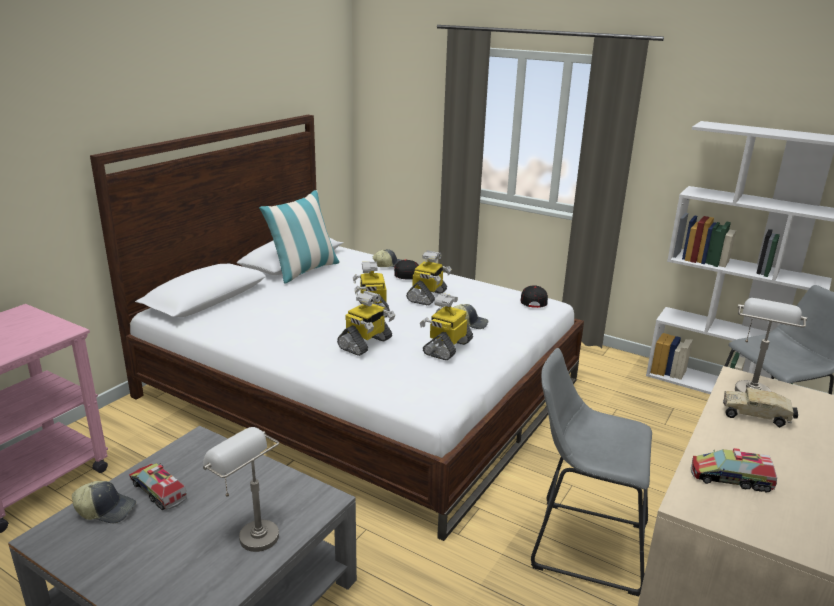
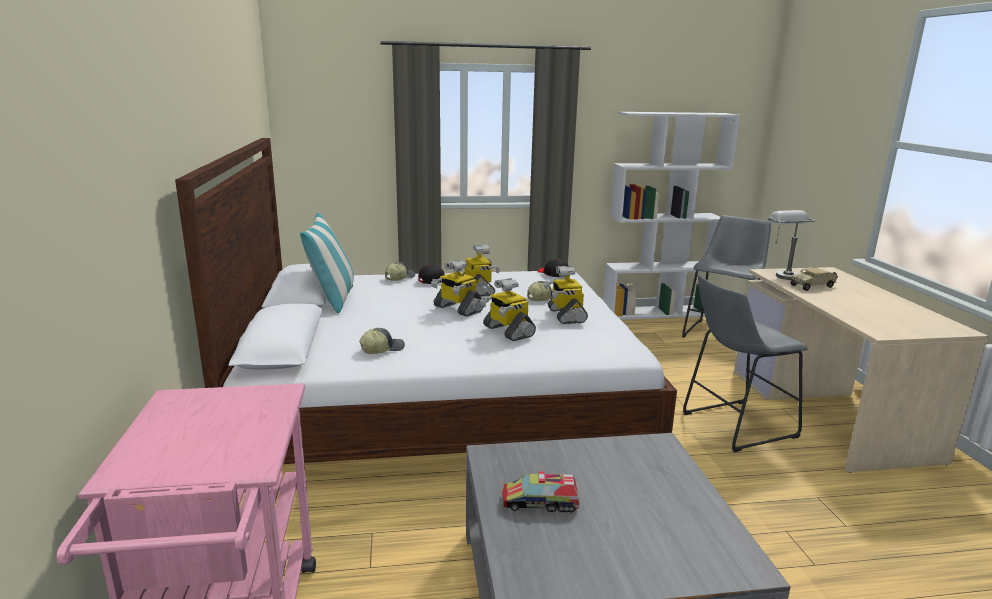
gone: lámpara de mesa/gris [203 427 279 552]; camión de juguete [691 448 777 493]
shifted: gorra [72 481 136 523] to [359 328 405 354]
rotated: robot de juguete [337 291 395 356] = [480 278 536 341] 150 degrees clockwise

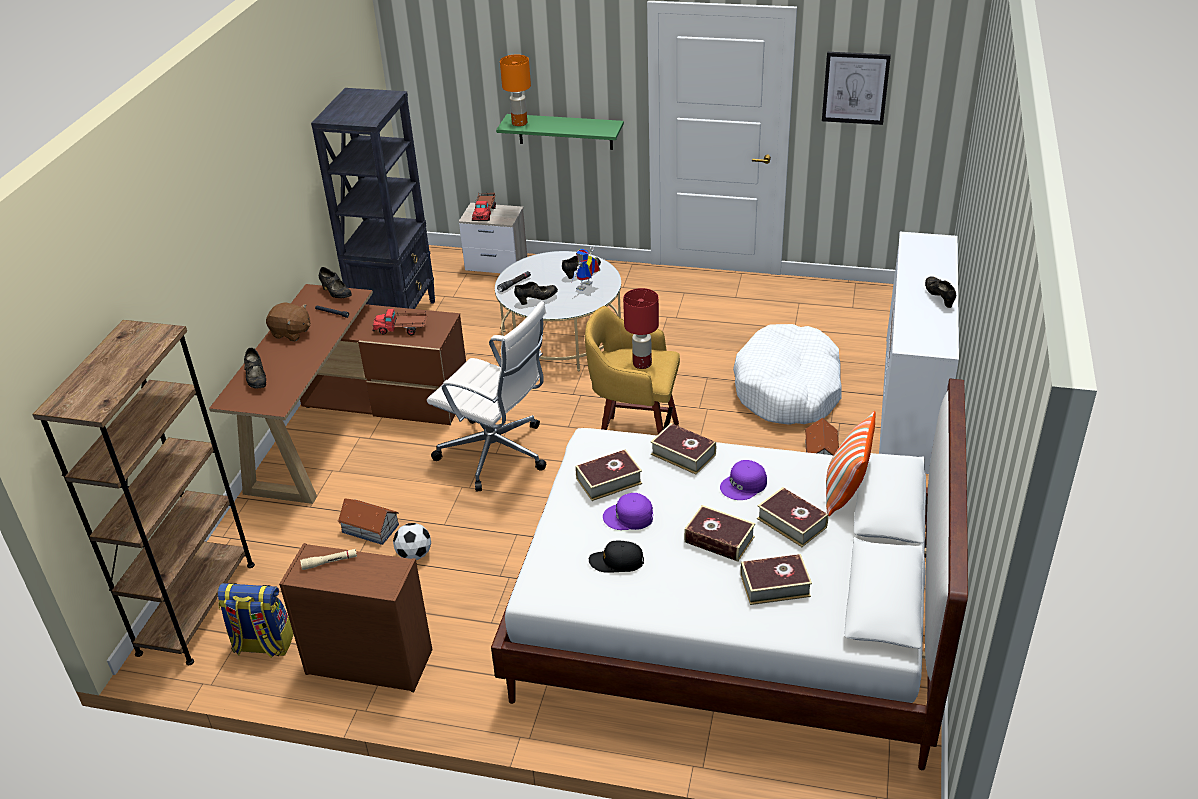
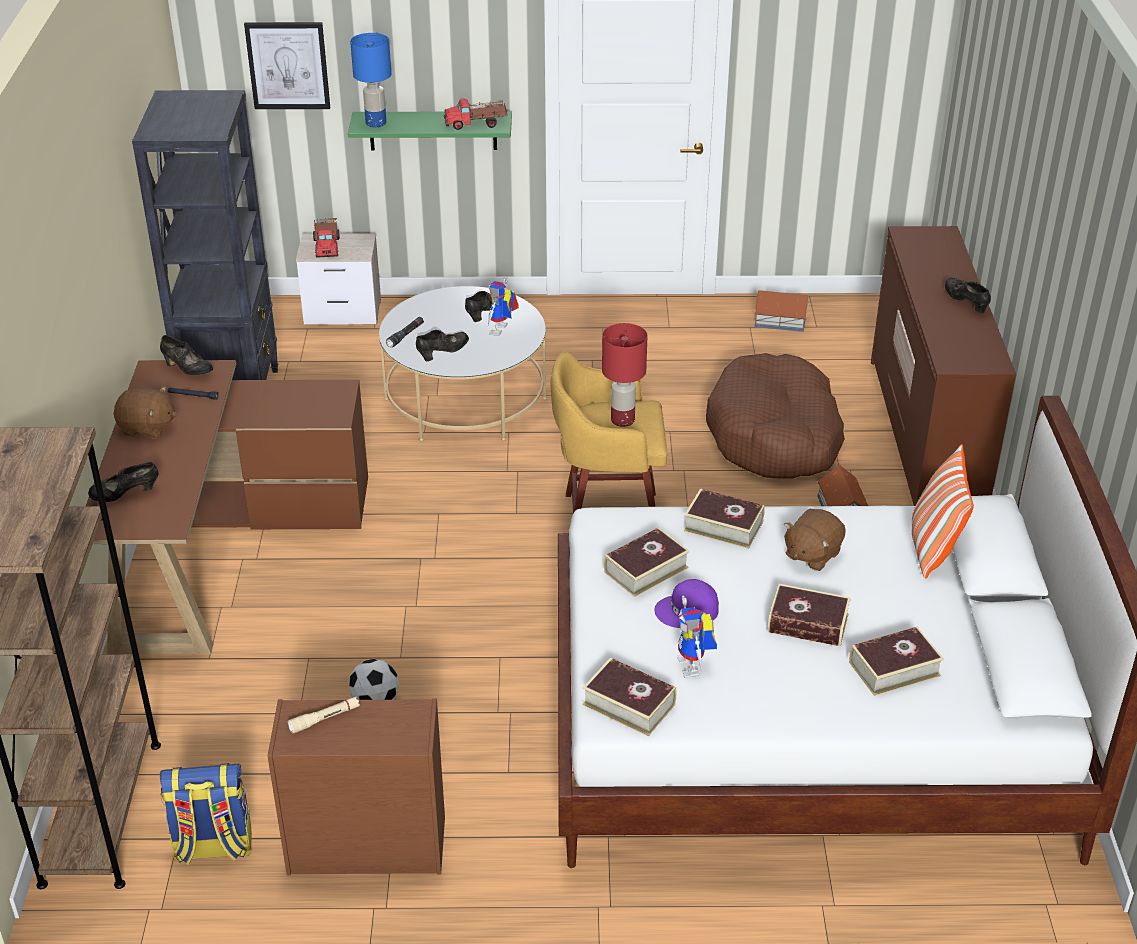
gone: silla de oficina/blanco [427 301 546 492]
shifted: casita [338 498 399 545] to [754 290 809 332]; camión de juguete [373 309 428 336] to [444 99 508 130]; libro [757 487 828 547] to [582 657 676 736]; cuadro [822 52 891 125] to [244 22 330 109]
swapped: gorra/negro [589 541 644 573] to robot de juguete [677 595 717 678]; gorra/morado [720 460 767 500] to peluche/marrón [784 509 846 571]
repainted: lámpara de mesa/naranja [500 55 531 126] to lámpara de mesa/azul [350 33 391 127]; cama para perro/blanco [733 324 842 425] to cama para perro/marrón [706 353 845 478]; cómoda/blanco [879 232 959 474] to cómoda/marrón [871 226 1016 506]
rotated: zapato/negro [244 348 266 388] = [88 462 159 502] 105 degrees clockwise

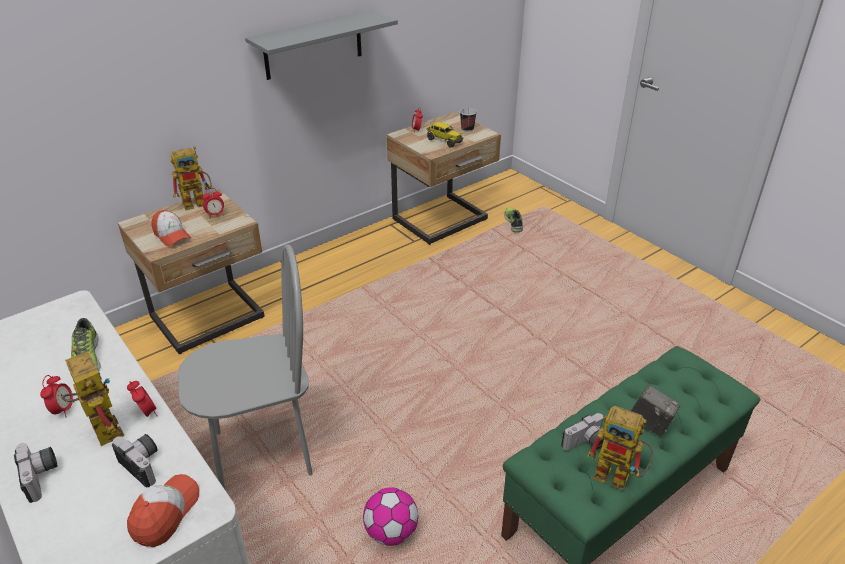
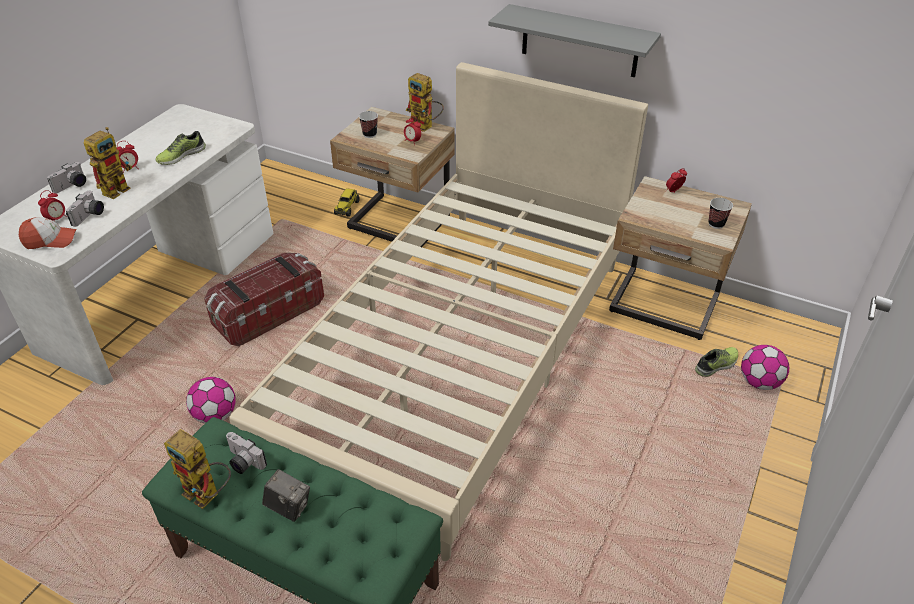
new: cama/beis [229 62 648 561]; balón de fútbol [741 345 789 390]
shifted: despertador [127 381 158 417] to [38 190 67 220]; camión de juguete [427 122 463 148] to [334 188 360 217]
swapped: gorra [151 210 191 246] to taza [359 111 378 138]; silla/gris [178 245 313 491] to caja de almacenaje [204 253 324 347]
rotated: robot de juguete [587 406 654 490] = [164 429 231 509] 60 degrees counterclockwise; cámara [631 385 680 436] = [262 469 310 522] 75 degrees counterclockwise

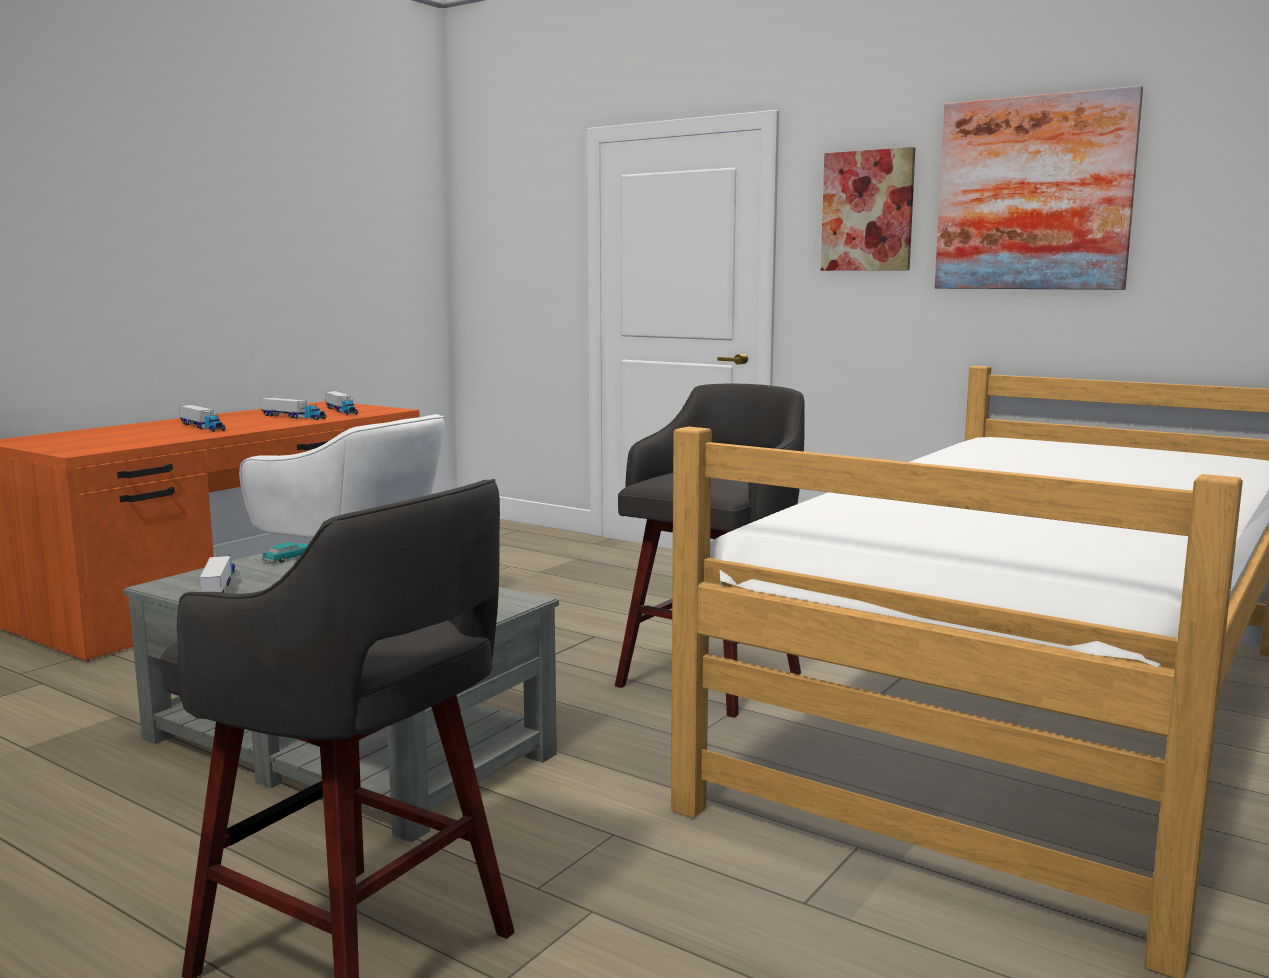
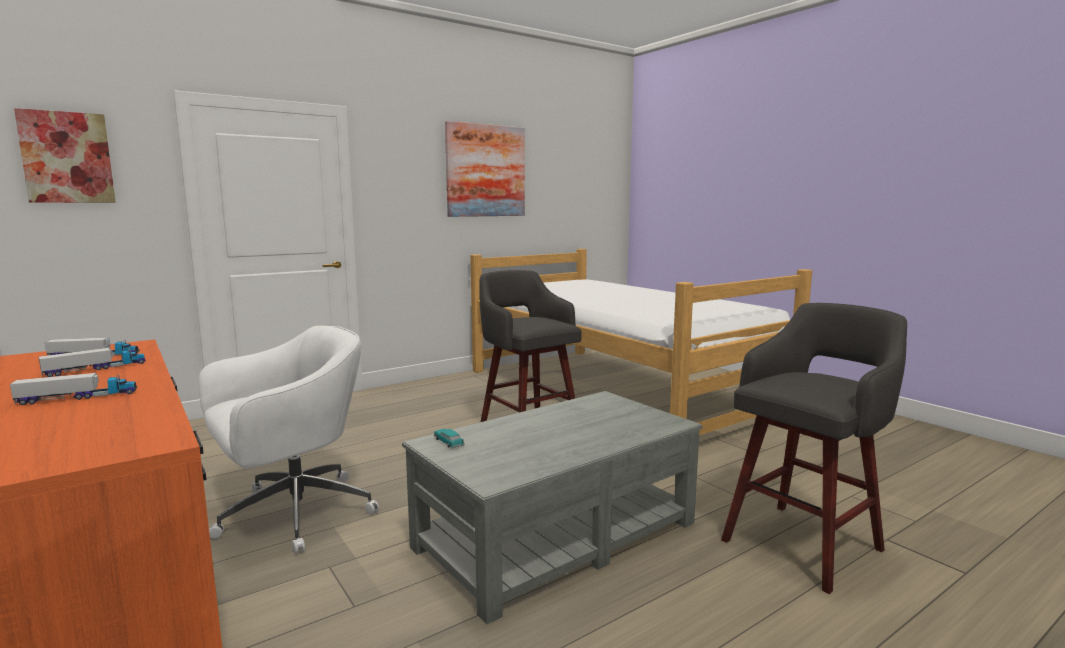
gone: camión de juguete [200 554 235 593]
shifted: cuadro [821 147 915 271] to [14 108 116 203]

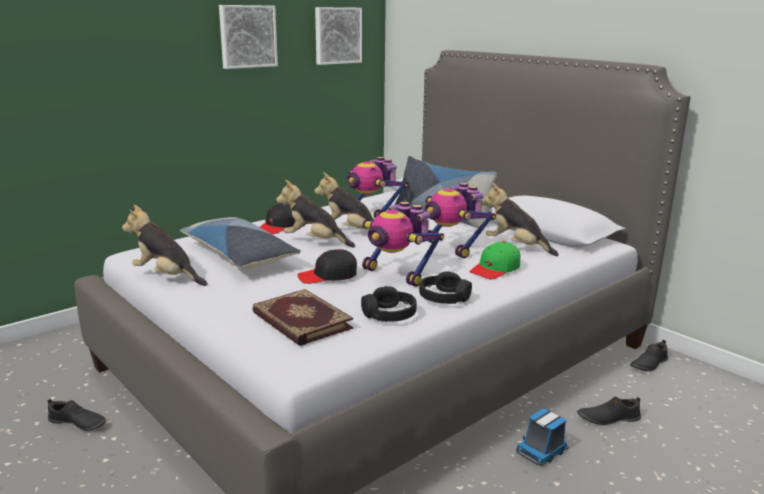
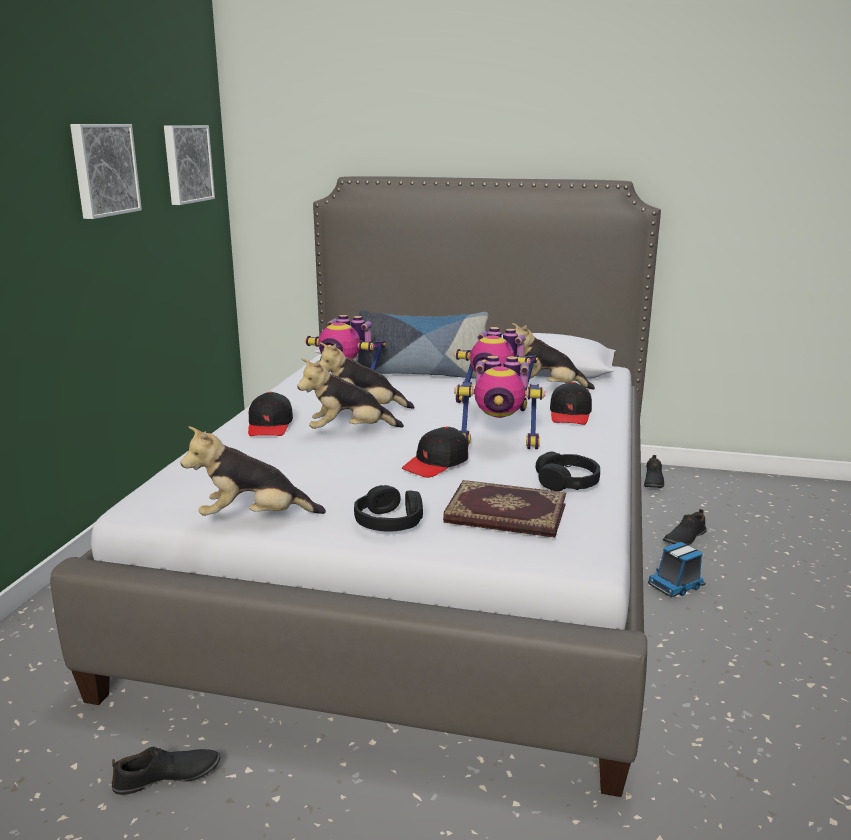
gone: cojín [180 217 301 269]
shifted: auriculares/negro [419 272 472 304] to [354 485 423 532]
repainted: gorra/verde [469 241 520 280] to gorra/negro [550 382 592 425]
rotated: camión de juguete [516 408 569 466] = [648 542 705 597] 45 degrees clockwise

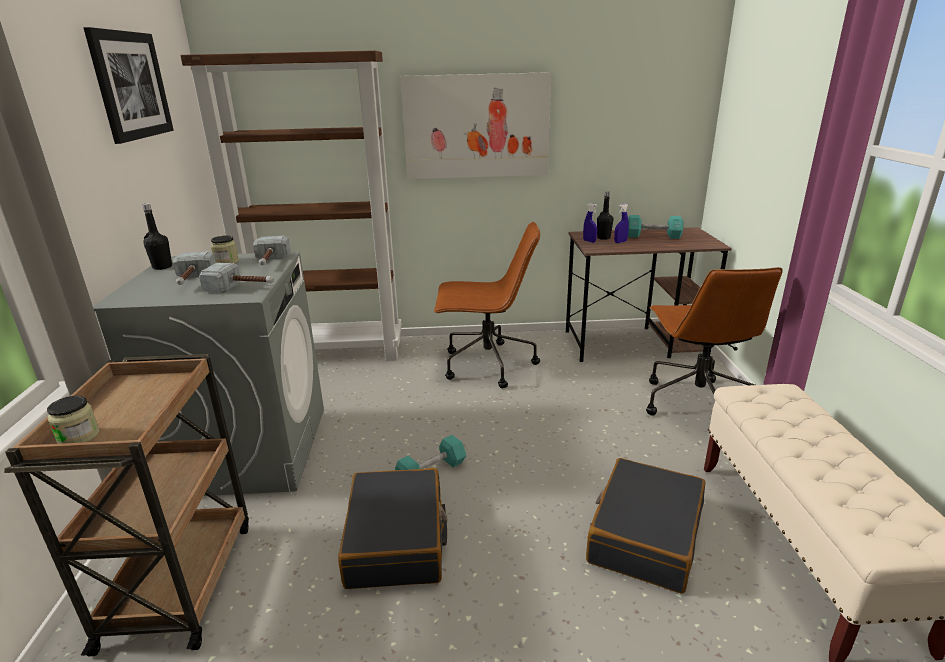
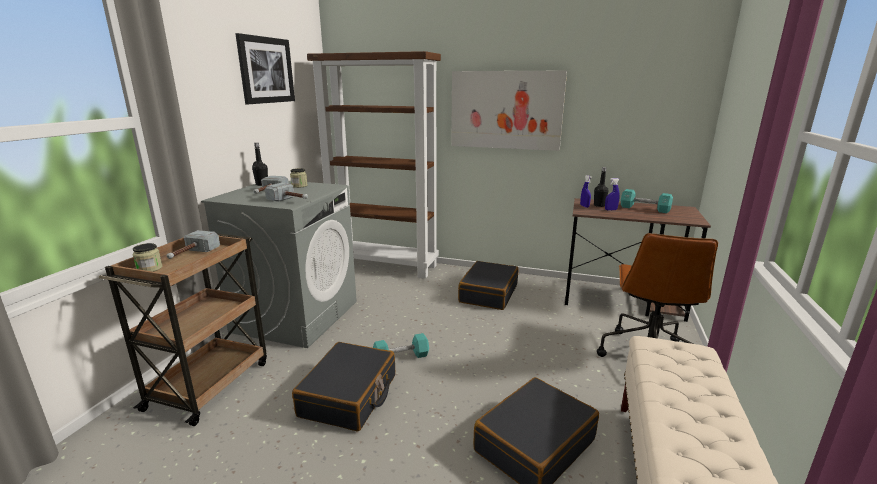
shifted: martillo [253 236 291 265] to [167 230 220 259]
swapped: silla de oficina/marrón [434 222 540 388] to maleta/negro [458 261 518 310]

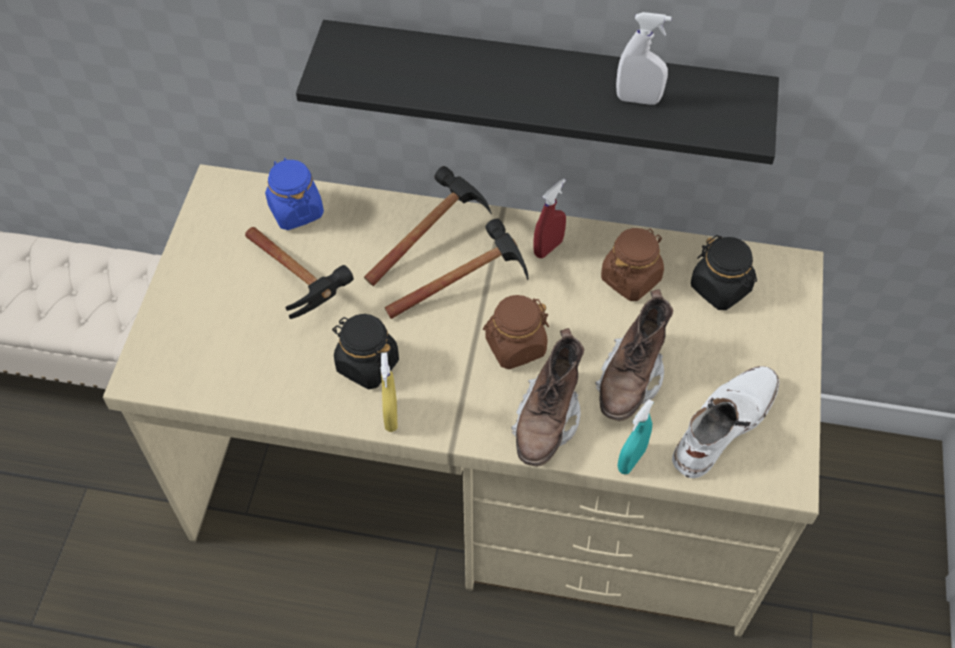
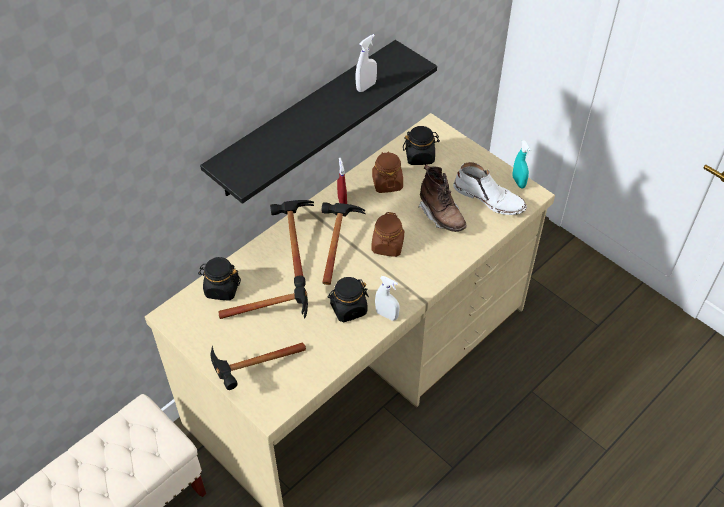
gone: bota/marrón [511 328 584 467]
new: martillo [211 343 306 390]
shifted: pulverizador/turquesa [617 399 654 474] to [512 140 531 188]
repainted: tarro/azul [265 158 324 230] to tarro/negro [198 257 241 301]; pulverizador/amarillo [381 353 397 432] to pulverizador/blanco [375 276 400 321]
rotated: bota/blanco [672 366 779 478] = [453 162 527 215] 135 degrees clockwise

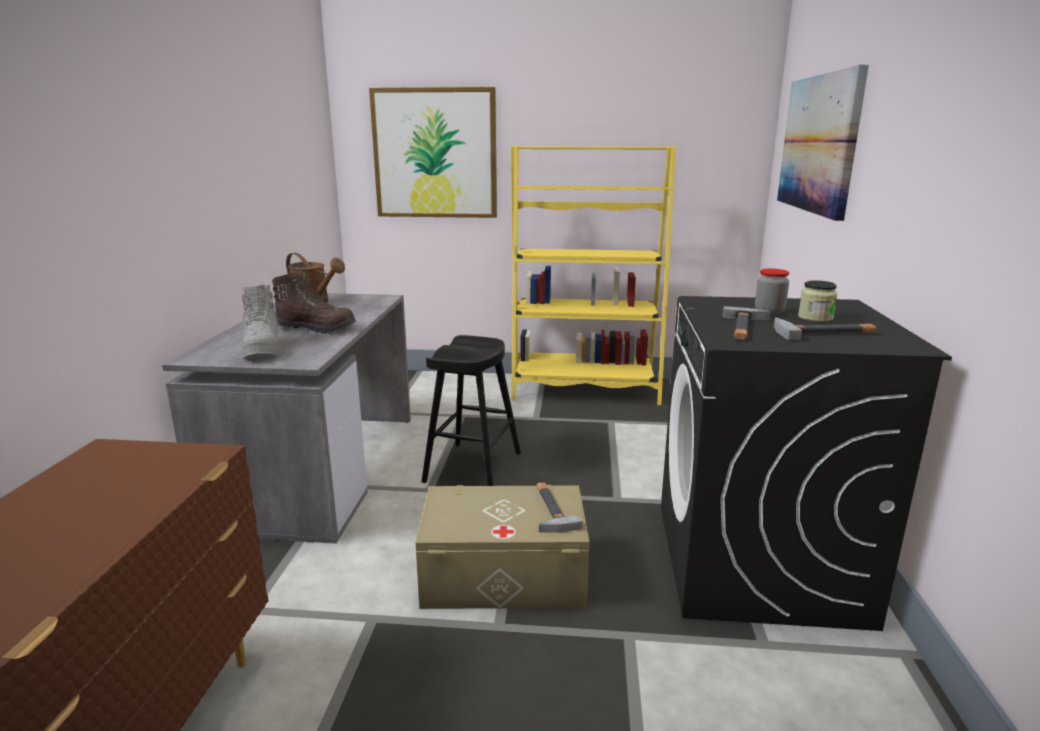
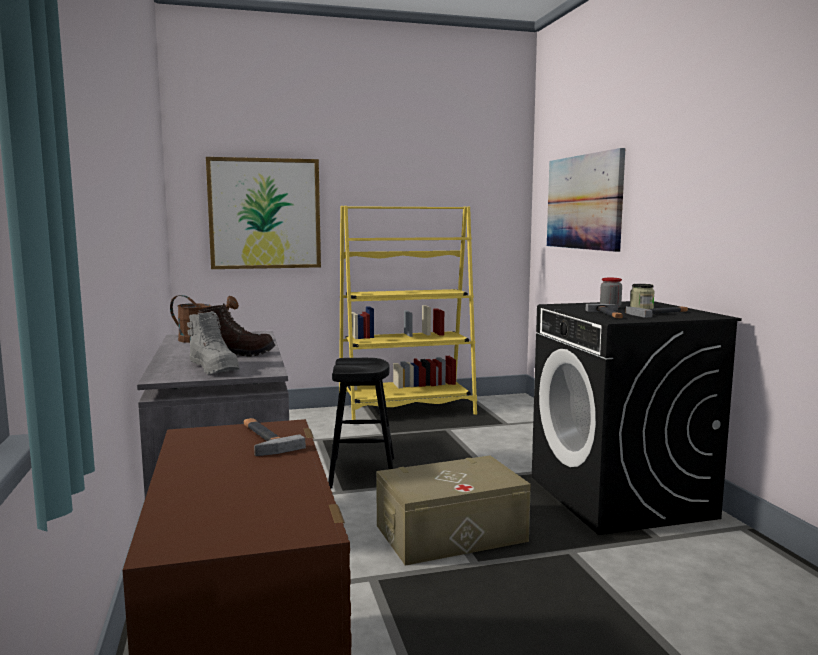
shifted: martillo [537 482 583 533] to [244 418 306 456]

